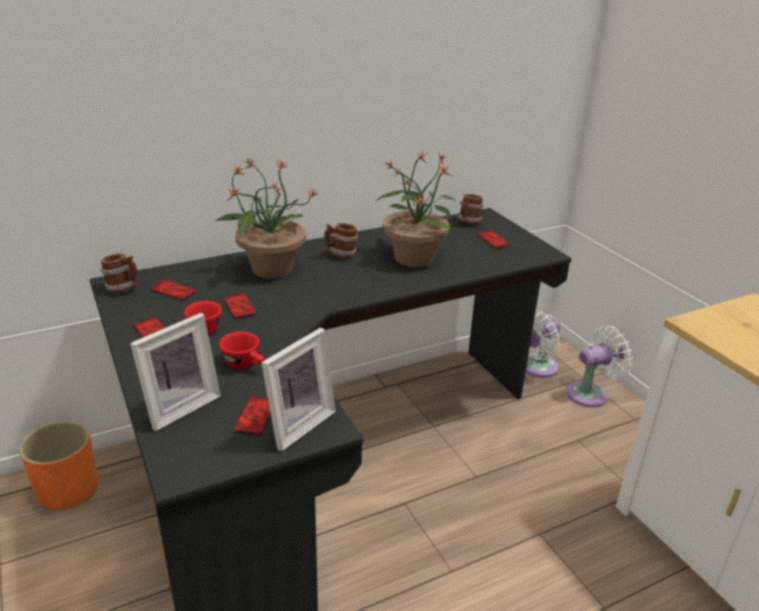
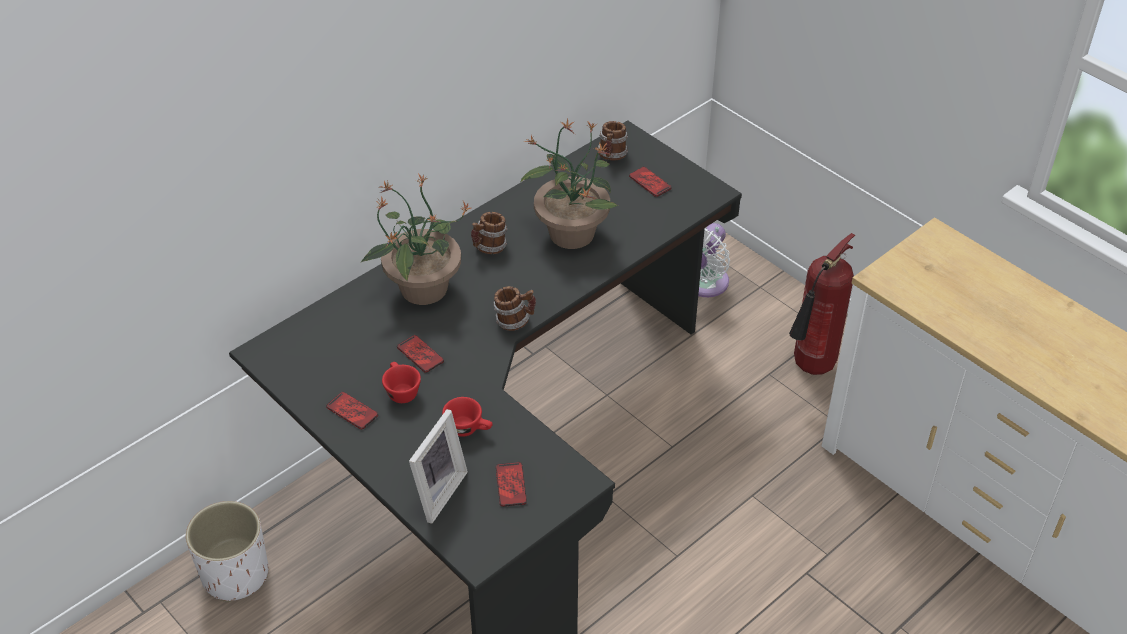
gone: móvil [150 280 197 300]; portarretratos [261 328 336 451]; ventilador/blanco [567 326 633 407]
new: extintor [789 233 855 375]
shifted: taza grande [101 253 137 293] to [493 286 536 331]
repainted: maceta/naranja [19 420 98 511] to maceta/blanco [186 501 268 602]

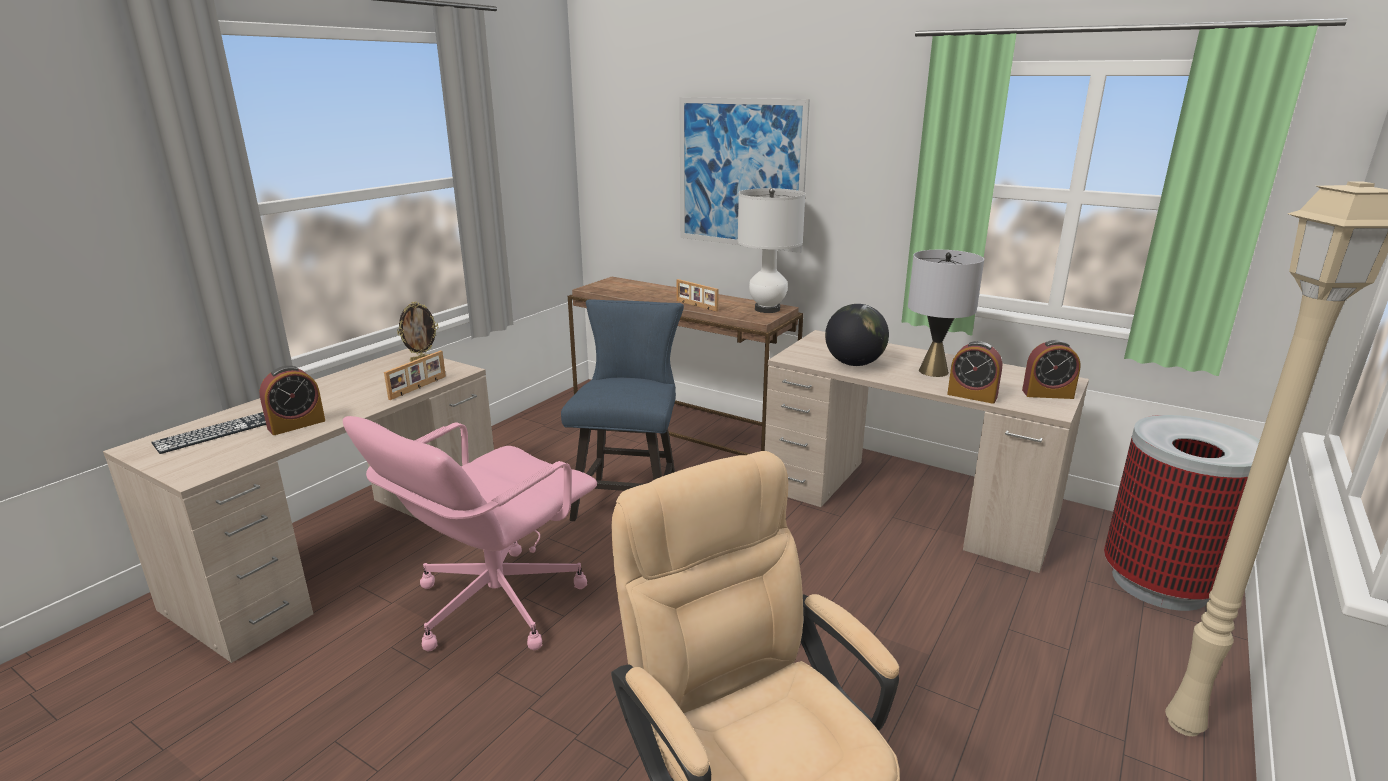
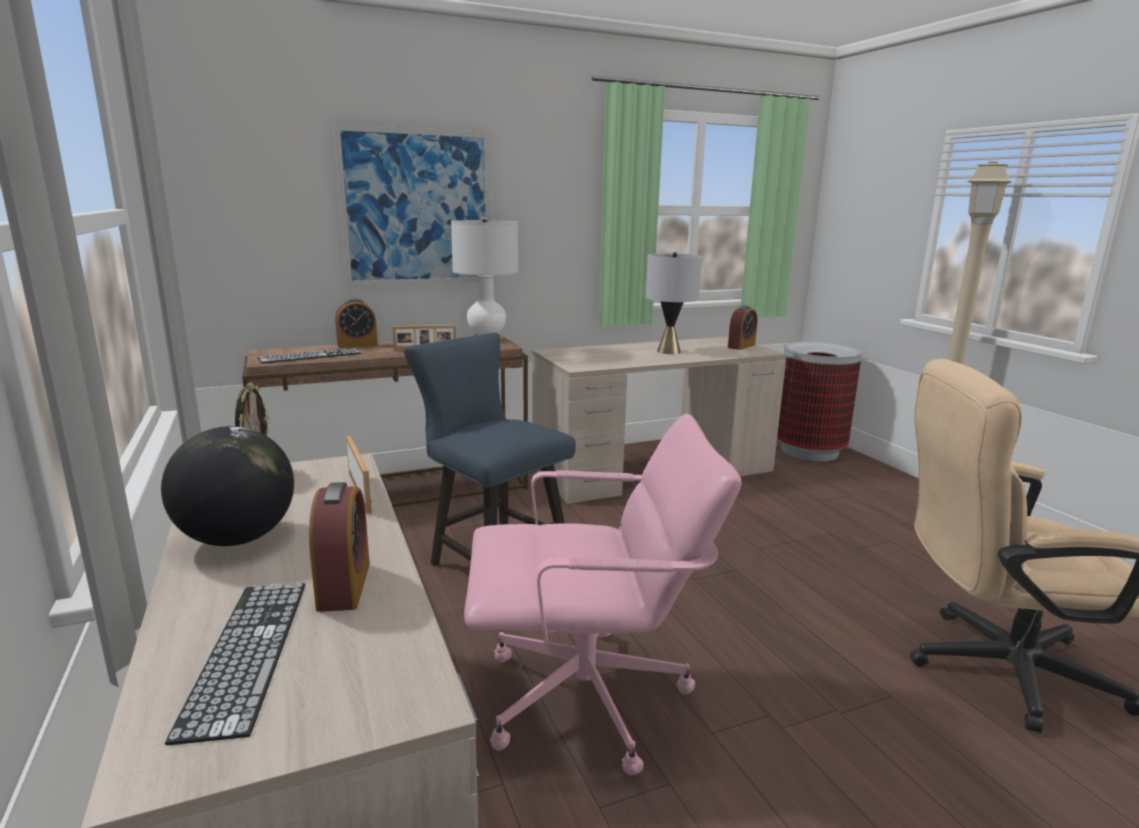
new: teclado [257 348 361 364]
shifted: globo terráqueo [825 304 889 366] to [161 426 294 546]; despertador [947 341 1002 404] to [335 298 378 348]
rotated: silla de oficina/rosa [343 416 597 651] = [464 414 741 775] 75 degrees counterclockwise

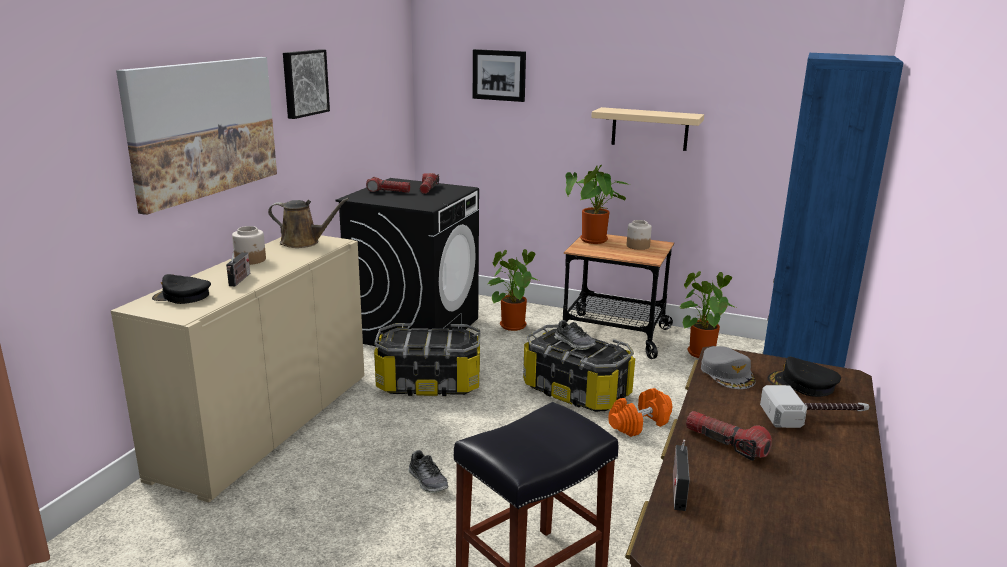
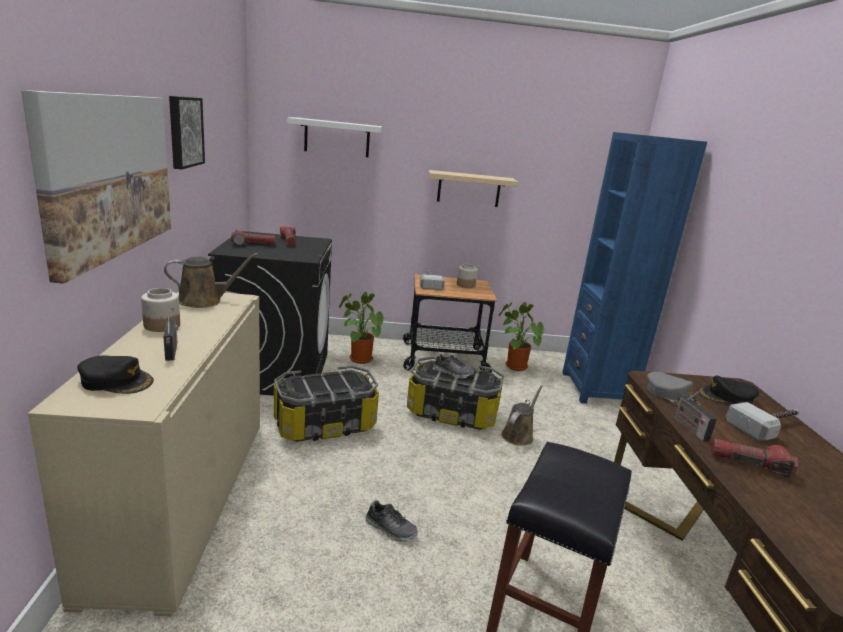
shifted: radio [673 440 690 511] to [675 392 717 442]
swapped: cuadro [473 49 526 102] to estante/blanco [287 117 382 157]; planta en maceta [565 165 630 244] to martillo [420 270 445 290]; mancuerna/naranja [608 388 672 437] to regadera/marrón [501 385 543 446]
rotated: gorra/negro [152 274 211 304] = [77 355 154 394] 150 degrees counterclockwise

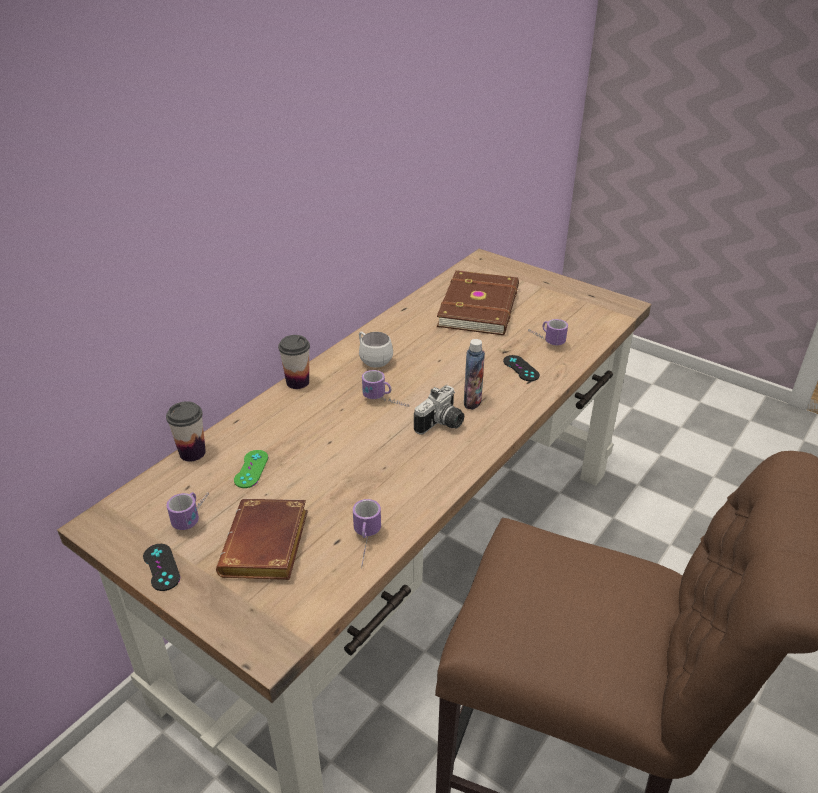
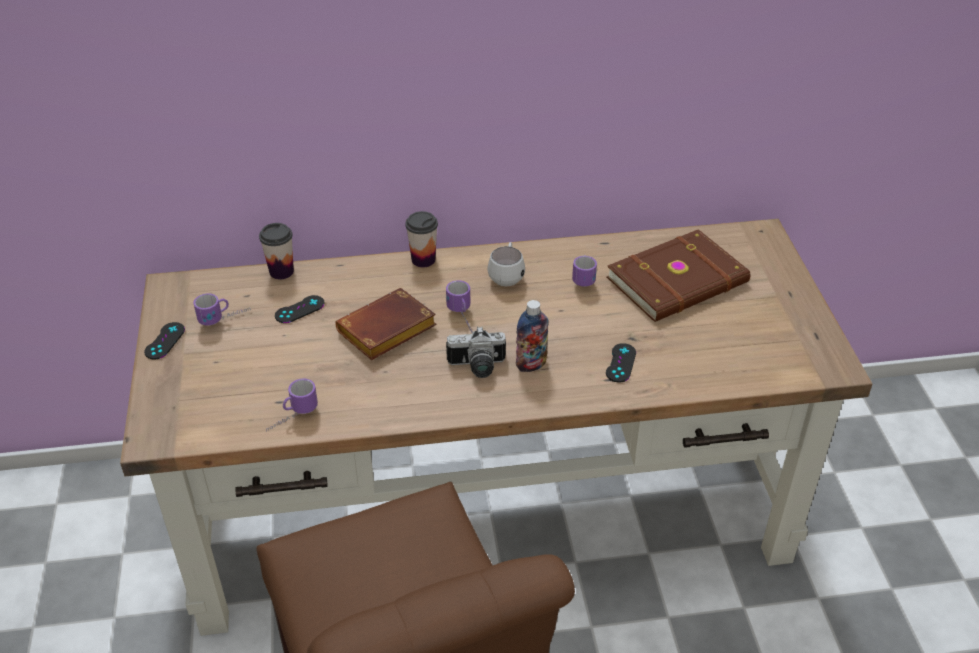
shifted: libro/marrón [216 499 308 580] to [335 288 437 360]; taza grande [528 319 568 345] to [572 255 597 287]
repainted: mando de consola/verde [234 450 268 488] to mando de consola/negro [275 295 325 323]

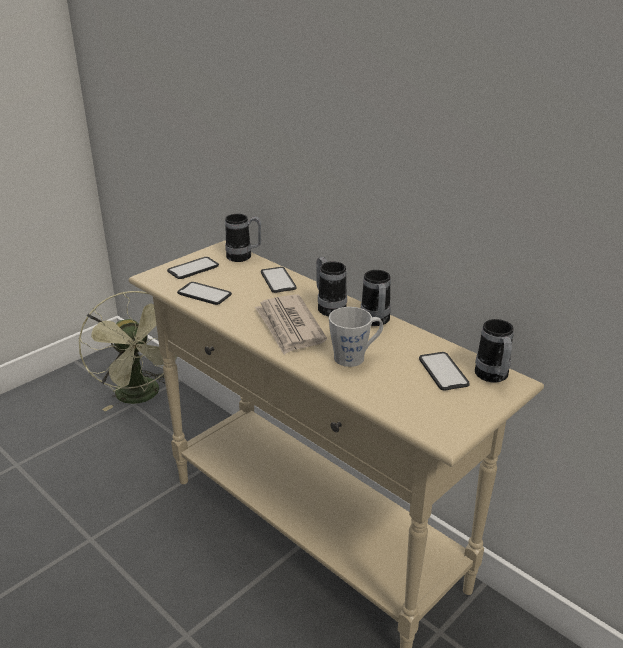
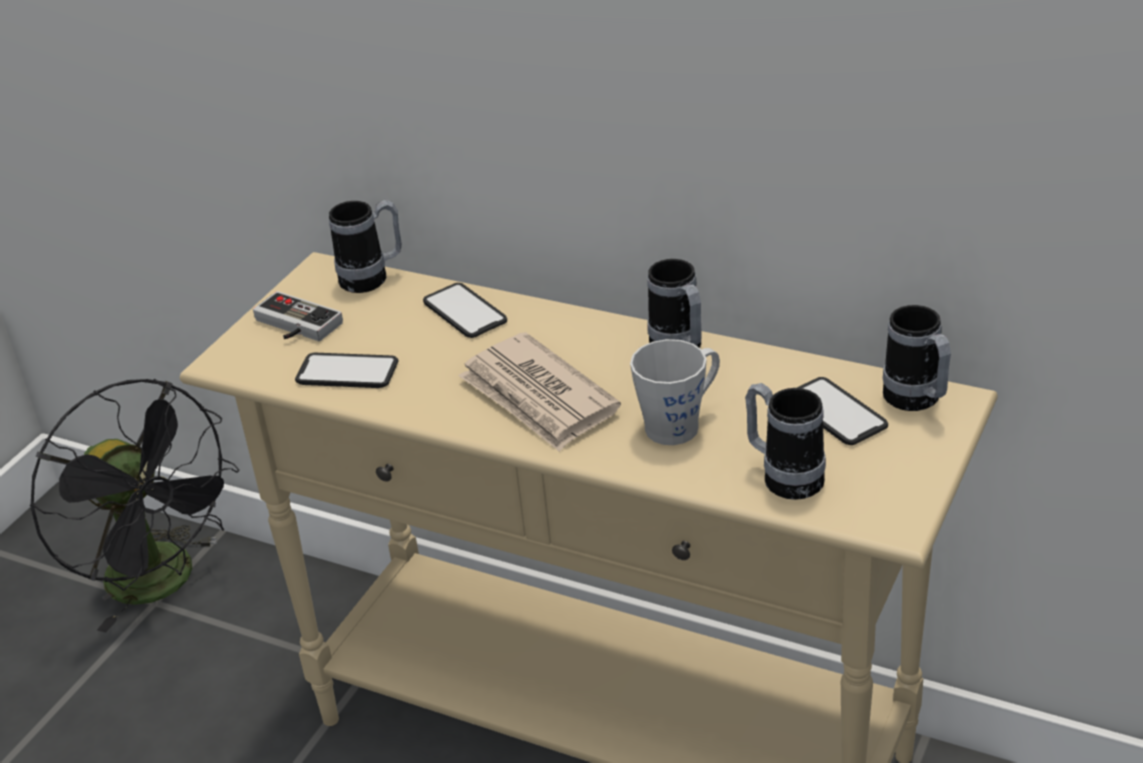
shifted: taza grande [316 257 347 316] to [745 383 826 500]
swapped: móvil [167 257 219 279] to mando de consola [253 291 343 341]
repainted: ventilador/verde [79 291 178 411] to ventilador/negro [30 379 240 633]

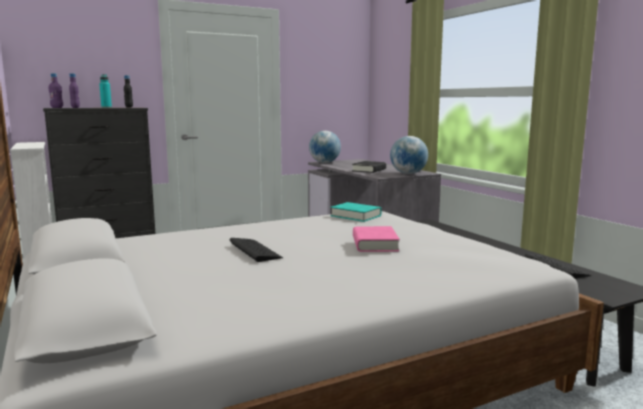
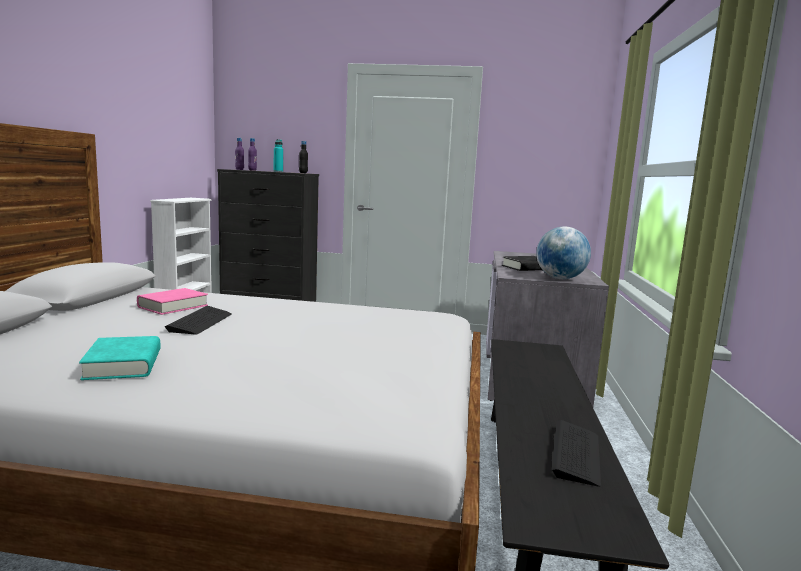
gone: globo terráqueo [309 131 341 163]
shifted: libro/turquesa [331 202 381 222] to [79 336 161 380]; libro/rosa [353 226 400 252] to [137 288 208 315]

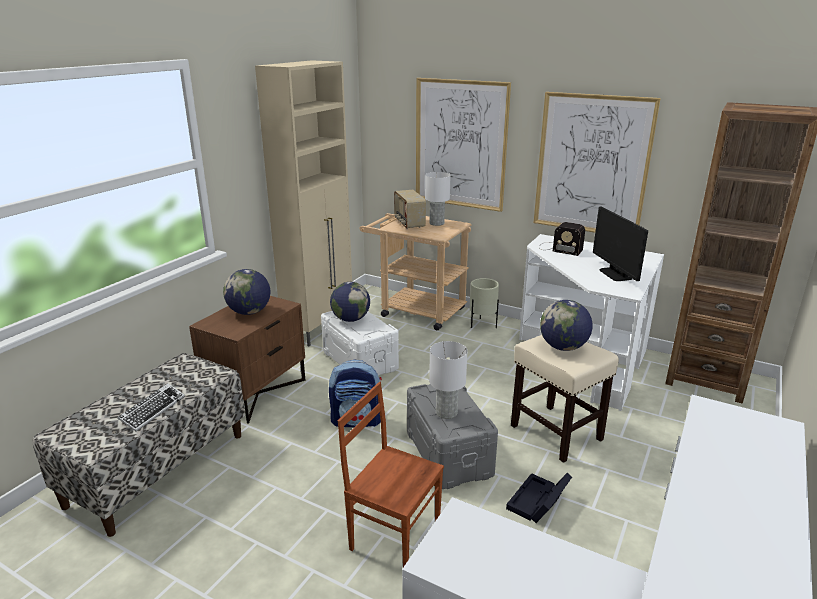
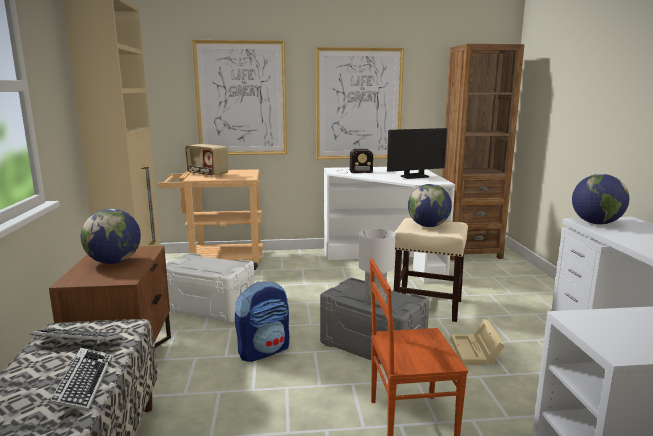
gone: lámpara de mesa/blanco [425 172 451 226]; maceta/beis [470 278 499 328]
new: teclado [29 328 122 343]
shifted: globo terráqueo [330 282 370 322] to [572 174 629 224]
repainted: caja de almacenaje/negro [506 473 572 523] to caja de almacenaje/beis [450 319 505 365]
rotated: monitor [593 206 648 281] = [387 128 447 179] 60 degrees counterclockwise

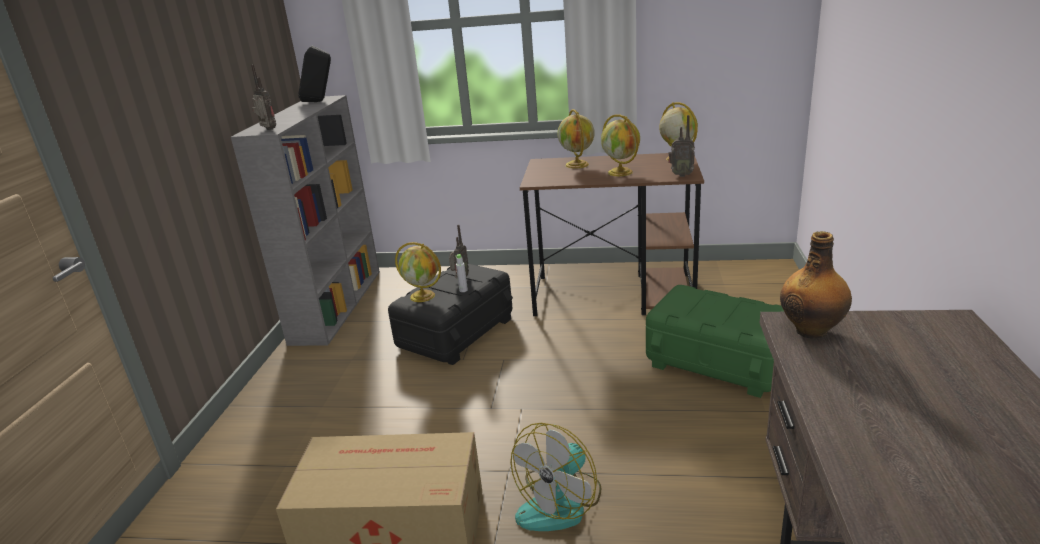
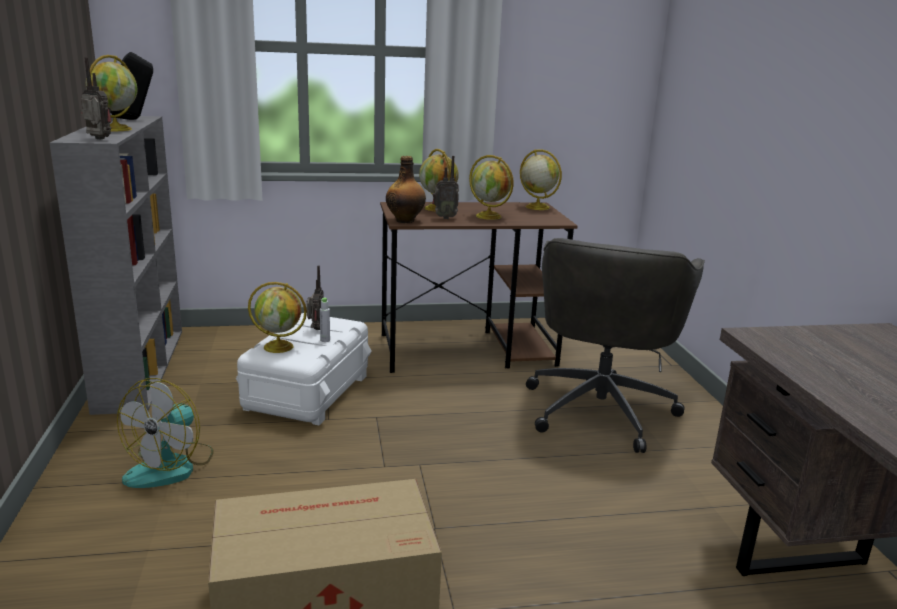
new: globo terráqueo [86 55 138 131]
shifted: ventilador [511 423 601 531] to [117 378 214 488]; radio [668 115 695 177] to [432 156 459 219]; botella [780 231 852 339] to [386 156 426 223]
swapped: caja de almacenaje/verde [646 285 784 398] to silla de oficina/gris [526 238 705 453]
repainted: caja de almacenaje/negro [388 264 513 365] to caja de almacenaje/blanco [236 313 372 425]

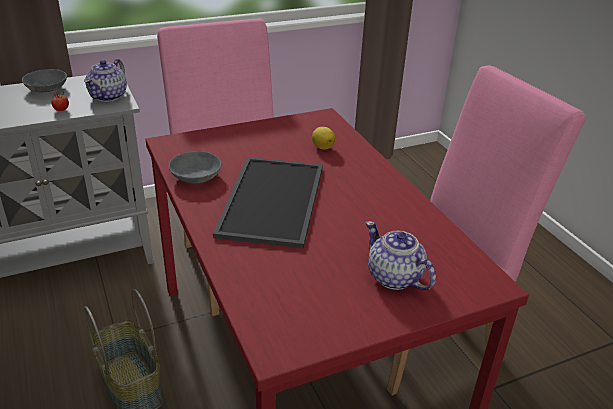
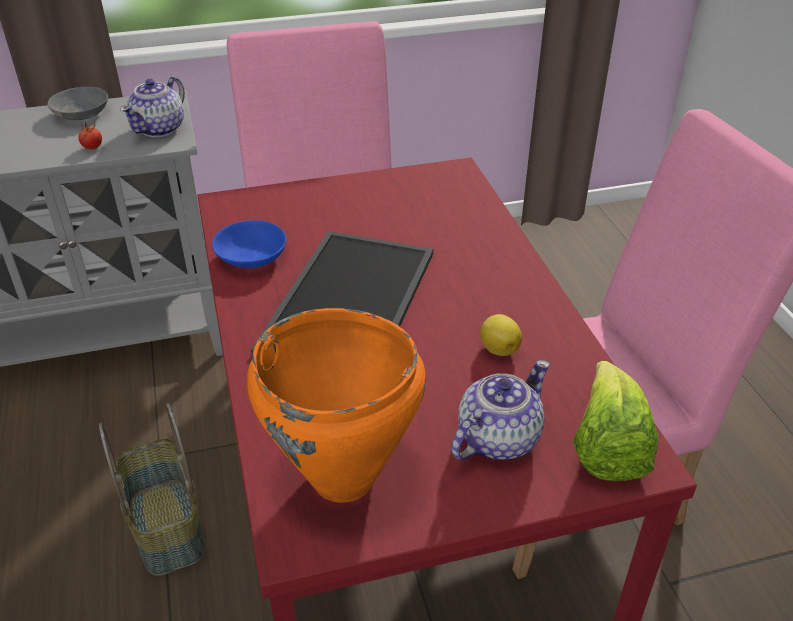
new: olla/naranja [247 308 426 503]; lechuga [573 361 659 481]
shifted: limón [312 127 335 150] to [480 314 522 356]
repainted: cuenco/gris [169 151 221 183] to cuenco/azul [212 220 286 268]
rotated: tetera [366 221 436 290] = [451 360 550 460] 75 degrees clockwise

